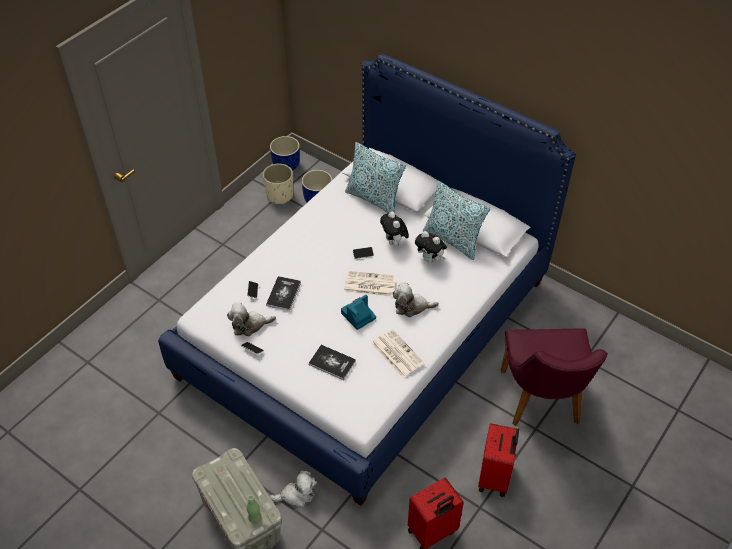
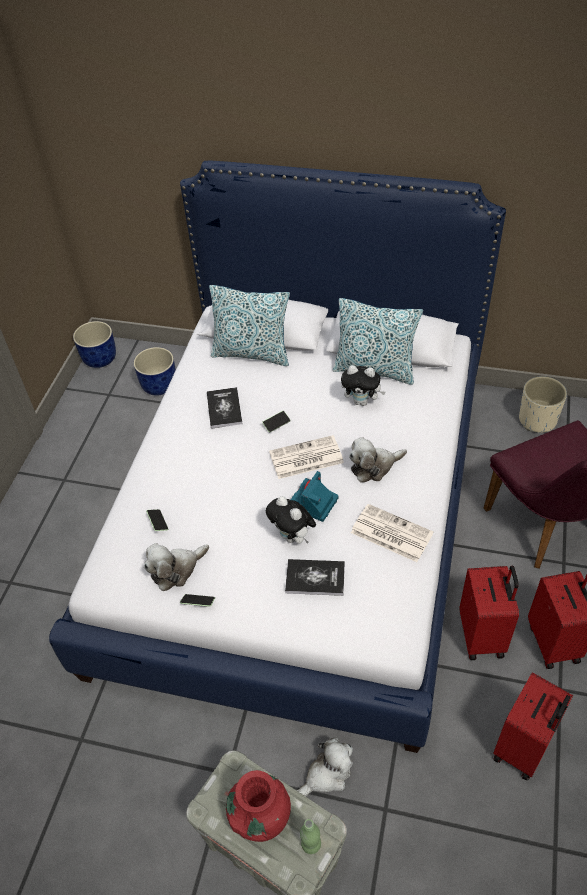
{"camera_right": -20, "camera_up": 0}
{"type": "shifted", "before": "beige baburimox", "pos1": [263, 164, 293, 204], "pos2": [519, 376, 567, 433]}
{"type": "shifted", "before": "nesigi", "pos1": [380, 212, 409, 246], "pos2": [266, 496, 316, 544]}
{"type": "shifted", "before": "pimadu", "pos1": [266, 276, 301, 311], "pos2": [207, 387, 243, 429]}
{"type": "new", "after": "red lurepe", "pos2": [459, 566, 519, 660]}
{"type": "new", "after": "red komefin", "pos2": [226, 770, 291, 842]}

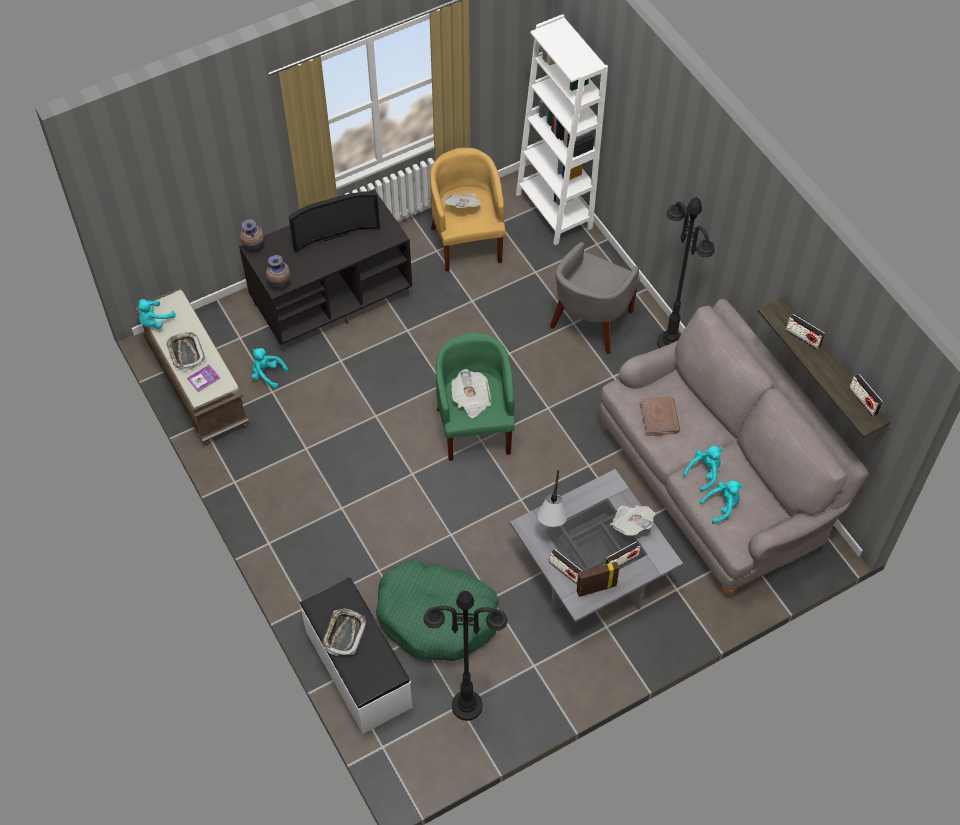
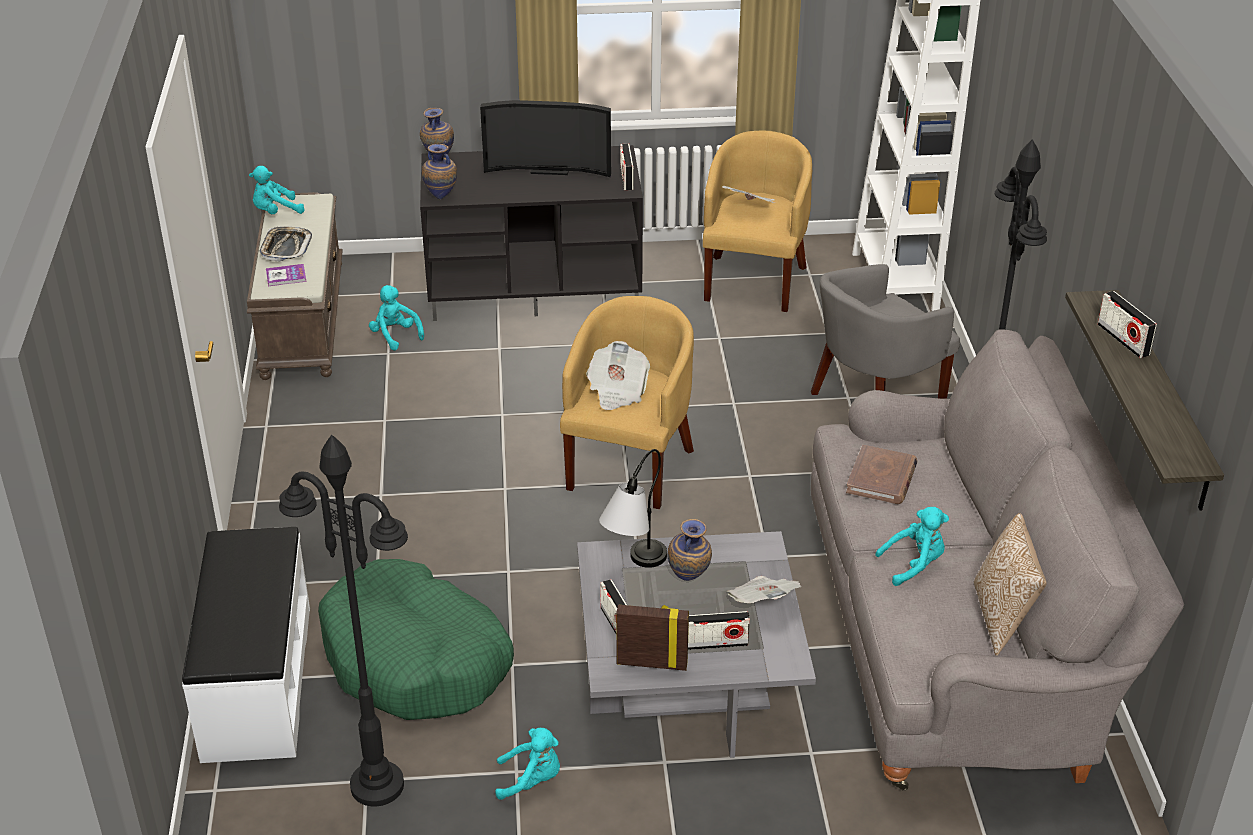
{"camera_right": 25, "camera_up": -20}
{"type": "repainted", "before": "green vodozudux", "after": "yellow vodozudux", "pos1": [436, 333, 515, 461], "pos2": [560, 296, 694, 509]}
{"type": "shifted", "before": "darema", "pos1": [849, 374, 883, 417], "pos2": [620, 143, 634, 190]}
{"type": "shifted", "before": "turquoise nesigi", "pos1": [700, 480, 743, 524], "pos2": [495, 728, 560, 800]}
{"type": "gone", "before": "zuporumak", "pos1": [323, 609, 366, 656]}
{"type": "new", "after": "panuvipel", "pos2": [974, 513, 1047, 656]}
{"type": "new", "after": "komefin", "pos2": [667, 519, 712, 581]}

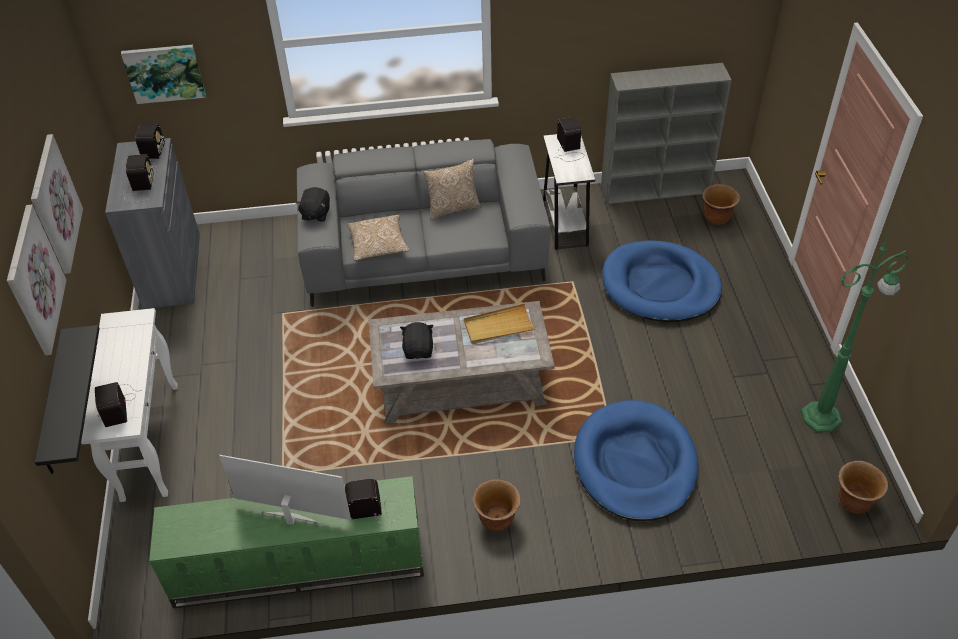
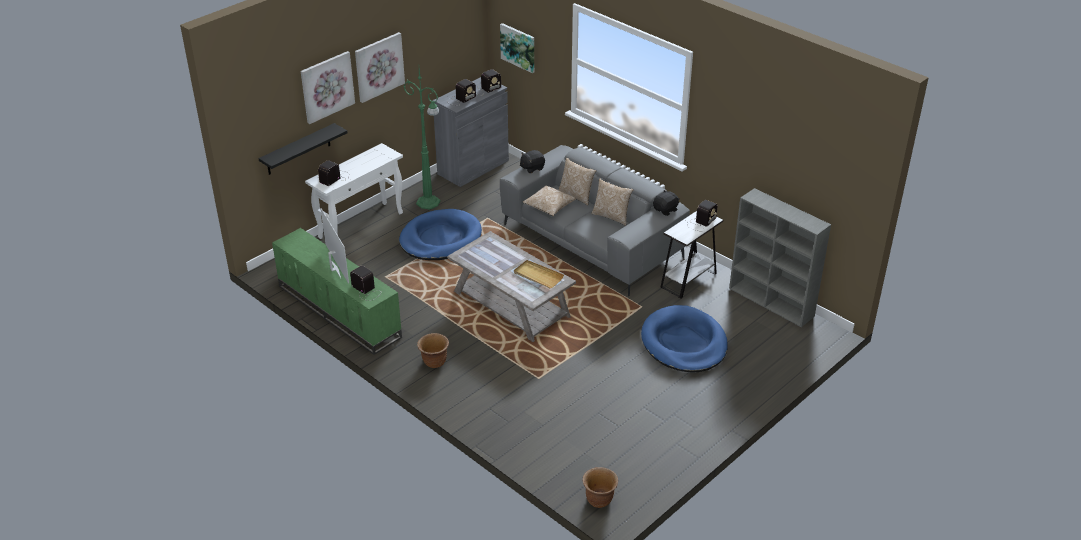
{"camera_right": 50, "camera_up": -10}
{"type": "gone", "before": "brown baburimox", "pos1": [702, 184, 740, 225]}
{"type": "shifted", "before": "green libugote", "pos1": [801, 228, 909, 432], "pos2": [404, 69, 440, 210]}
{"type": "shifted", "before": "black nesigi", "pos1": [400, 322, 434, 359], "pos2": [653, 190, 680, 216]}
{"type": "shifted", "before": "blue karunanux", "pos1": [574, 400, 698, 521], "pos2": [399, 209, 482, 260]}
{"type": "new", "after": "panuvipel", "pos2": [558, 158, 597, 206]}

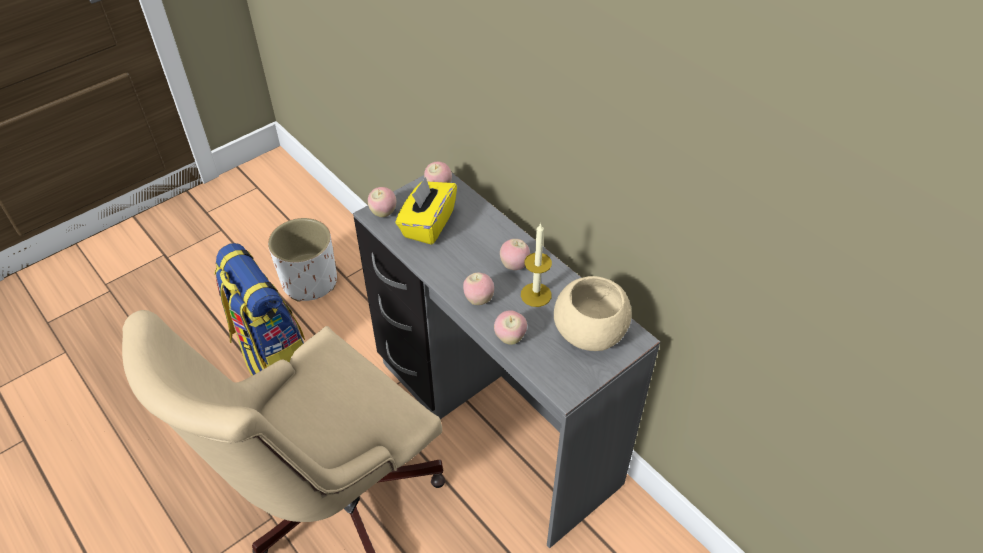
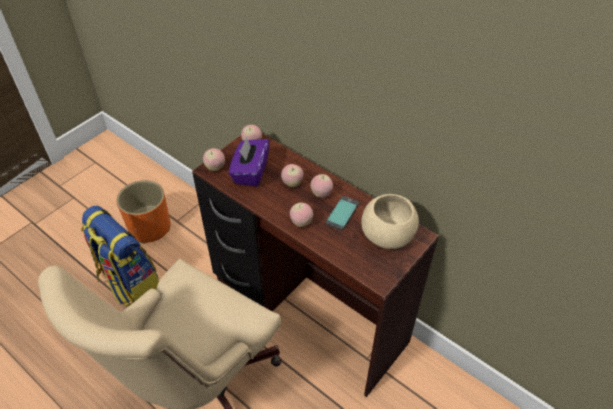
{"camera_right": -10, "camera_up": 0}
{"type": "repainted", "before": "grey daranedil", "after": "brown daranedil", "pos1": [353, 173, 660, 548], "pos2": [192, 134, 439, 397]}
{"type": "repainted", "before": "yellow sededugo", "after": "purple sededugo", "pos1": [396, 177, 457, 245], "pos2": [229, 137, 269, 187]}
{"type": "repainted", "before": "white baburimox", "after": "orange baburimox", "pos1": [268, 218, 337, 302], "pos2": [117, 180, 170, 244]}
{"type": "swapped", "before": "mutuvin", "after": "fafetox", "pos1": [521, 223, 552, 307], "pos2": [326, 196, 359, 230]}
{"type": "shifted", "before": "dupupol", "pos1": [494, 310, 527, 345], "pos2": [281, 164, 303, 187]}

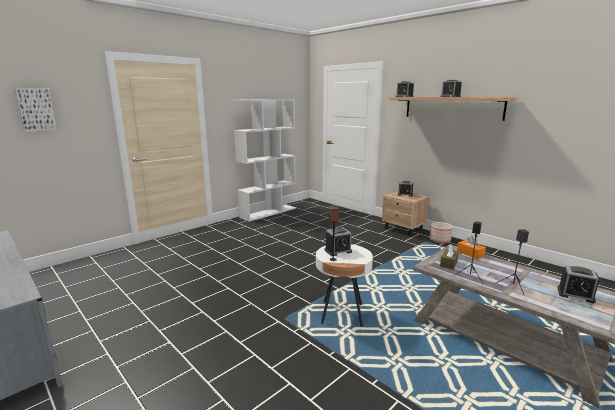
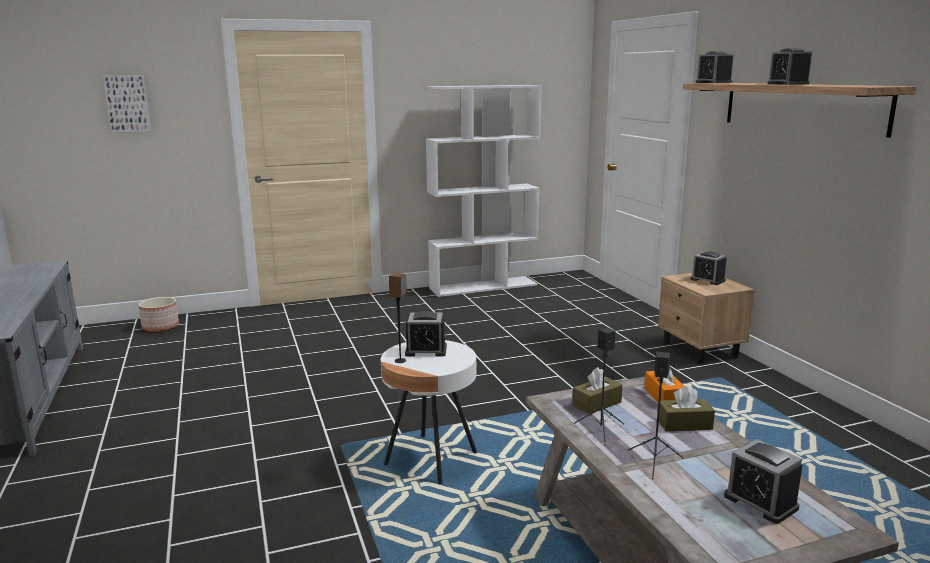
{"camera_right": 25, "camera_up": 0}
{"type": "shifted", "before": "baburimox", "pos1": [429, 222, 453, 243], "pos2": [138, 297, 179, 332]}
{"type": "new", "after": "brown sededugo", "pos2": [659, 386, 715, 432]}

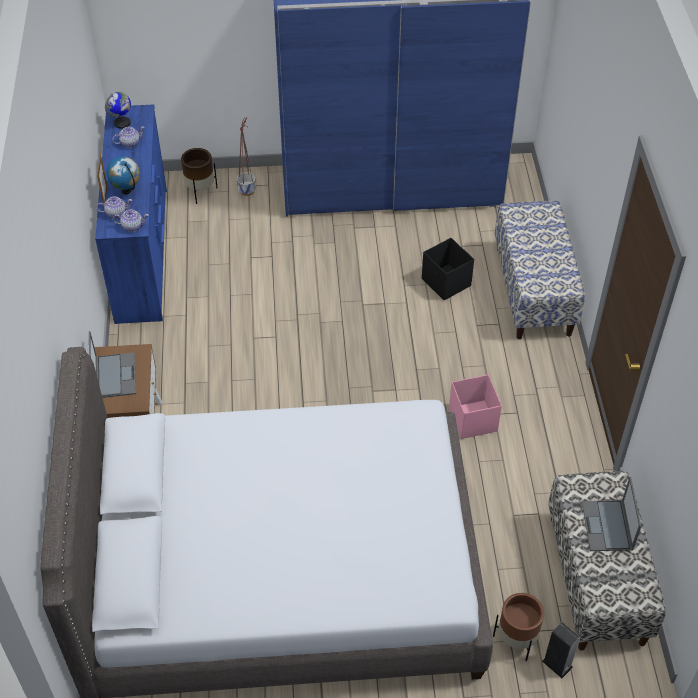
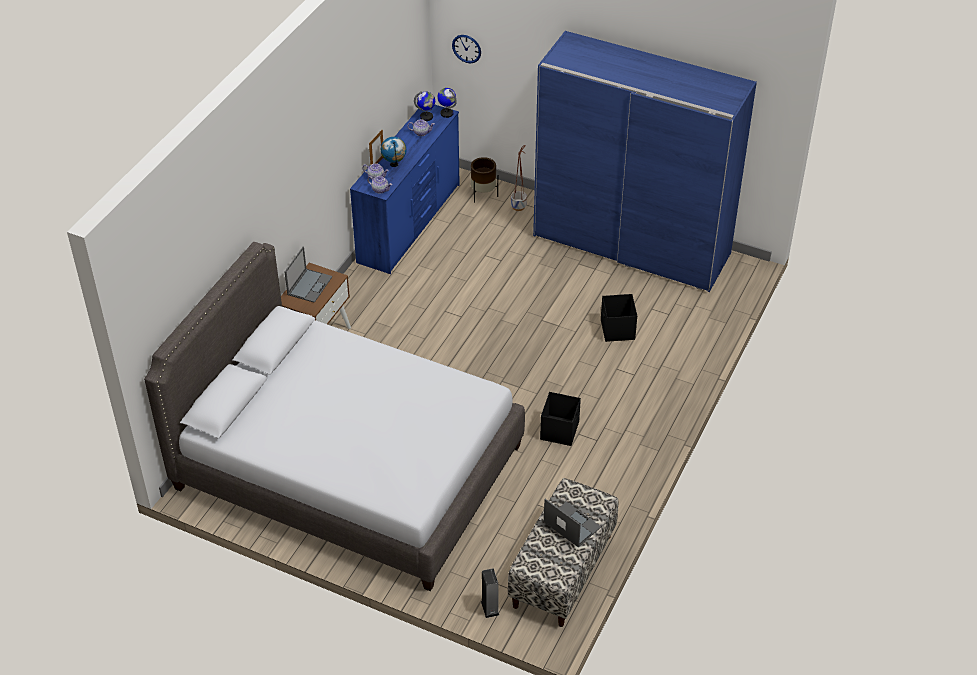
{"camera_right": 30, "camera_up": -5}
{"type": "gone", "before": "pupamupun", "pos1": [495, 201, 585, 339]}
{"type": "repainted", "before": "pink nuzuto", "after": "black nuzuto", "pos1": [449, 375, 502, 439], "pos2": [540, 392, 581, 446]}
{"type": "rotated", "before": "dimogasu", "pos1": [582, 477, 641, 551], "pos2": [544, 499, 601, 547], "turn": 105}
{"type": "gone", "before": "brown baburimox", "pos1": [493, 593, 544, 661]}
{"type": "new", "after": "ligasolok", "pos2": [452, 35, 481, 63]}
{"type": "new", "after": "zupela", "pos2": [437, 88, 457, 118]}

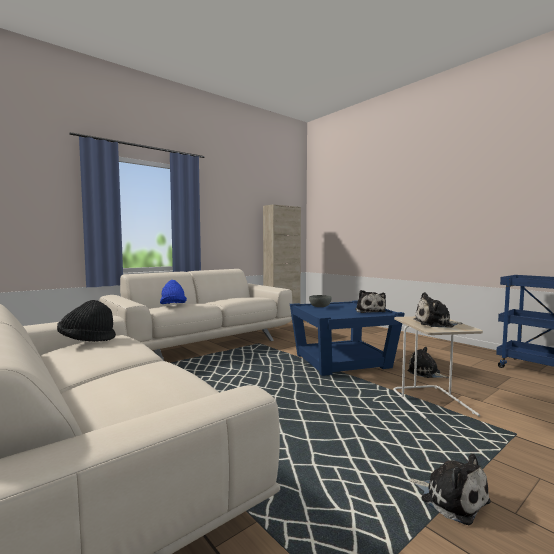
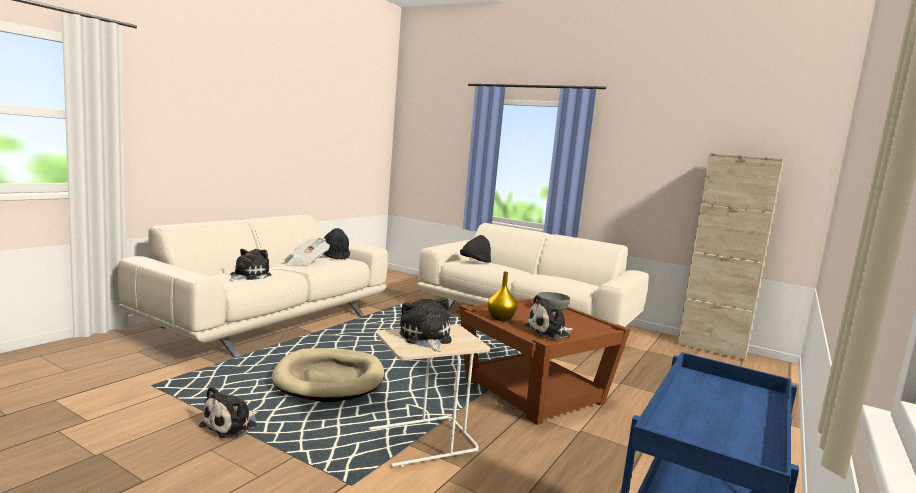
{"camera_right": 70, "camera_up": 5}
{"type": "repainted", "before": "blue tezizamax", "after": "black tezizamax", "pos1": [160, 280, 187, 304], "pos2": [460, 235, 491, 263]}
{"type": "repainted", "before": "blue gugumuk", "after": "brown gugumuk", "pos1": [290, 300, 405, 376], "pos2": [459, 298, 631, 425]}
{"type": "shifted", "before": "nesigi", "pos1": [407, 347, 449, 378], "pos2": [229, 249, 271, 281]}
{"type": "new", "after": "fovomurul", "pos2": [288, 238, 330, 265]}
{"type": "new", "after": "yellow komefin", "pos2": [488, 271, 517, 321]}
{"type": "new", "after": "beige karunanux", "pos2": [272, 348, 384, 402]}

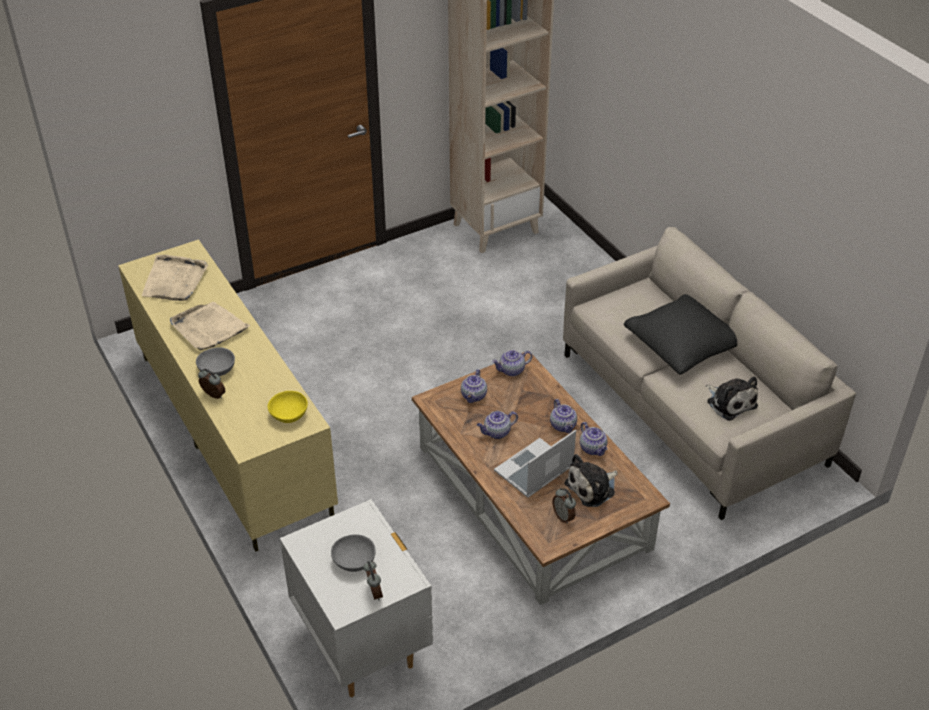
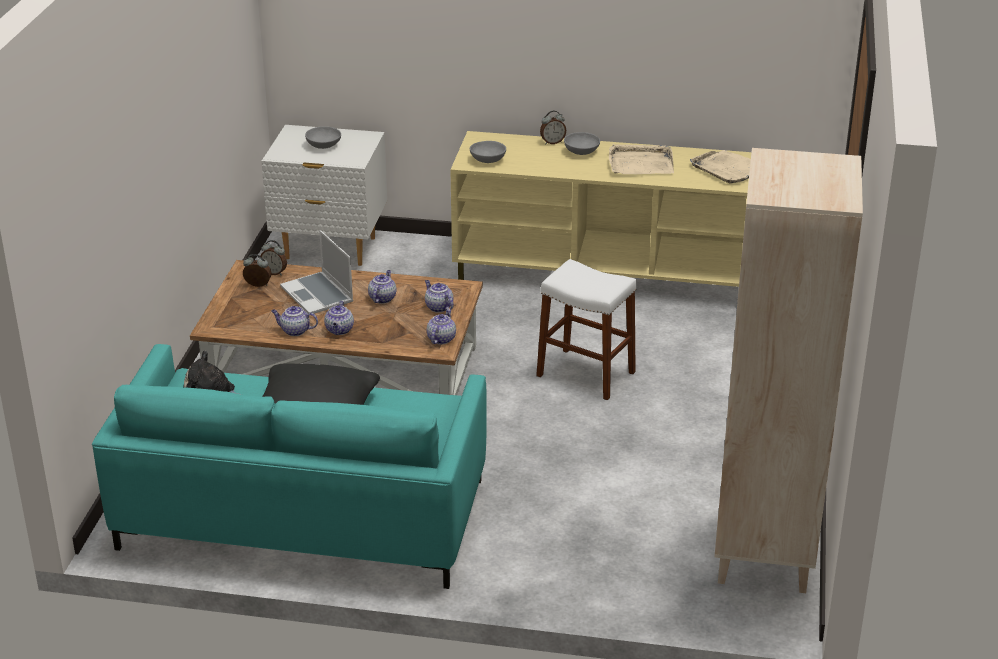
{"camera_right": 130, "camera_up": -10}
{"type": "repainted", "before": "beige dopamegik", "after": "turquoise dopamegik", "pos1": [563, 227, 856, 520], "pos2": [92, 344, 486, 589]}
{"type": "repainted", "before": "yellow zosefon", "after": "grey zosefon", "pos1": [268, 391, 308, 423], "pos2": [470, 141, 506, 163]}
{"type": "rotated", "before": "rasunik", "pos1": [550, 399, 577, 433], "pos2": [324, 301, 354, 335], "turn": -105}
{"type": "rotated", "before": "dimogasu", "pos1": [494, 430, 576, 498], "pos2": [280, 230, 353, 314], "turn": 150}
{"type": "gone", "before": "nesigi", "pos1": [564, 454, 618, 507]}
{"type": "shifted", "before": "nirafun", "pos1": [363, 561, 383, 601], "pos2": [260, 240, 287, 275]}
{"type": "new", "after": "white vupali", "pos2": [536, 259, 637, 400]}

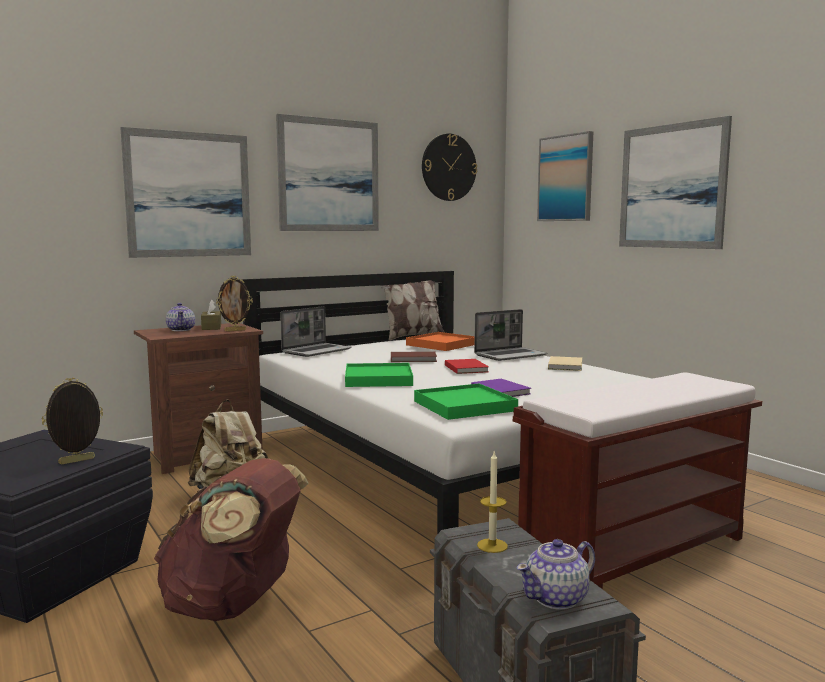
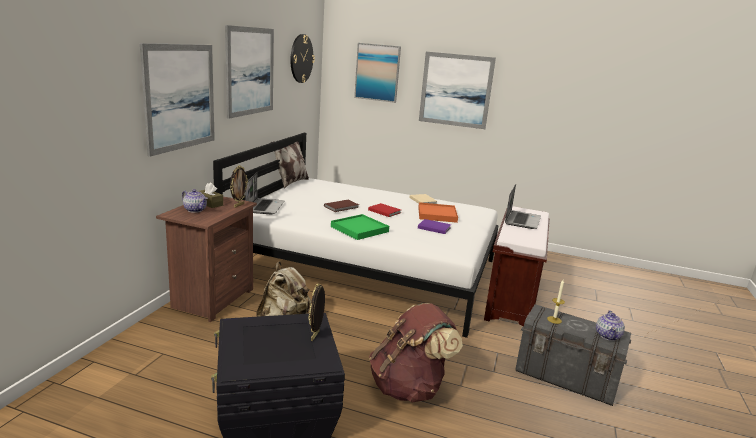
{"camera_right": -40, "camera_up": 10}
{"type": "shifted", "before": "dimogasu", "pos1": [474, 309, 547, 361], "pos2": [505, 184, 541, 229]}
{"type": "shifted", "before": "orange zuporumak", "pos1": [406, 332, 475, 351], "pos2": [418, 202, 458, 223]}
{"type": "gone", "before": "green zuporumak", "pos1": [414, 383, 518, 420]}

